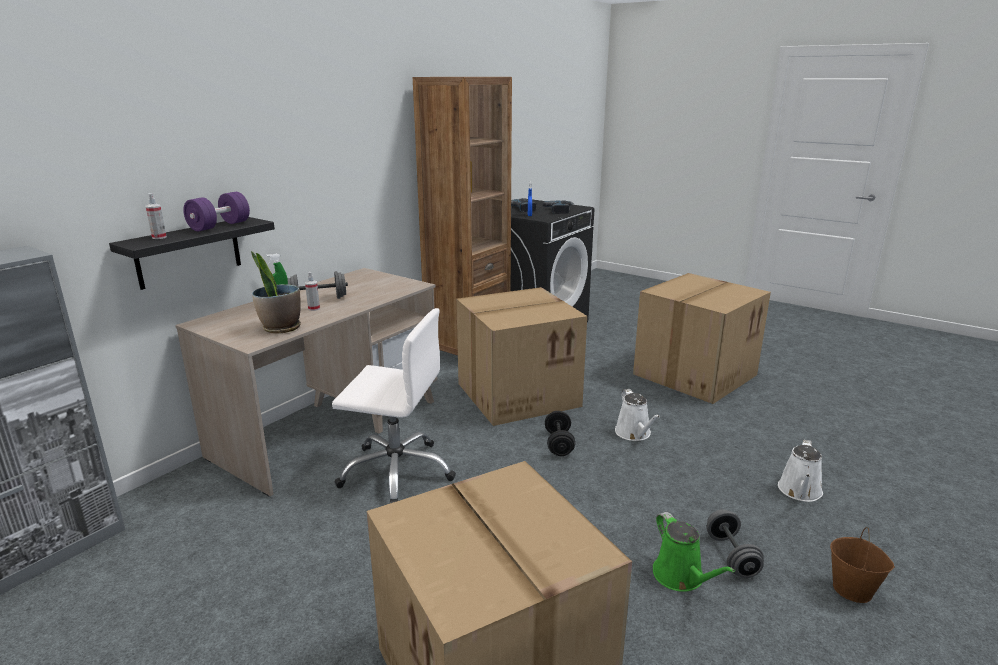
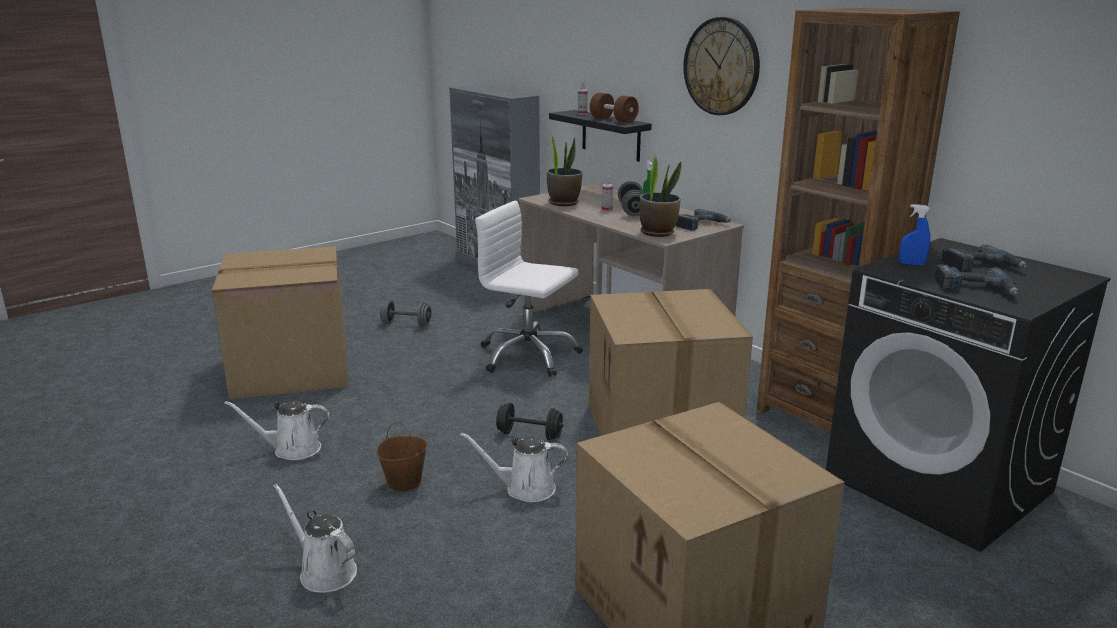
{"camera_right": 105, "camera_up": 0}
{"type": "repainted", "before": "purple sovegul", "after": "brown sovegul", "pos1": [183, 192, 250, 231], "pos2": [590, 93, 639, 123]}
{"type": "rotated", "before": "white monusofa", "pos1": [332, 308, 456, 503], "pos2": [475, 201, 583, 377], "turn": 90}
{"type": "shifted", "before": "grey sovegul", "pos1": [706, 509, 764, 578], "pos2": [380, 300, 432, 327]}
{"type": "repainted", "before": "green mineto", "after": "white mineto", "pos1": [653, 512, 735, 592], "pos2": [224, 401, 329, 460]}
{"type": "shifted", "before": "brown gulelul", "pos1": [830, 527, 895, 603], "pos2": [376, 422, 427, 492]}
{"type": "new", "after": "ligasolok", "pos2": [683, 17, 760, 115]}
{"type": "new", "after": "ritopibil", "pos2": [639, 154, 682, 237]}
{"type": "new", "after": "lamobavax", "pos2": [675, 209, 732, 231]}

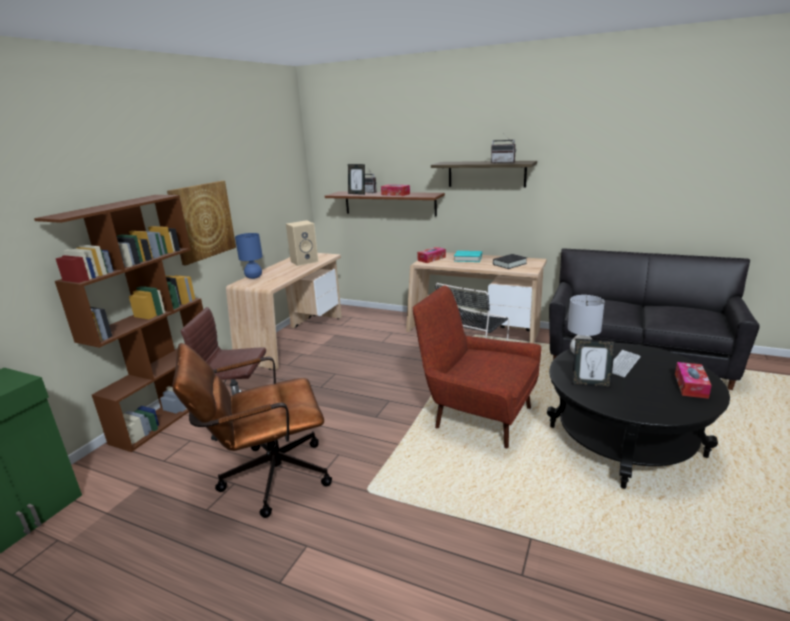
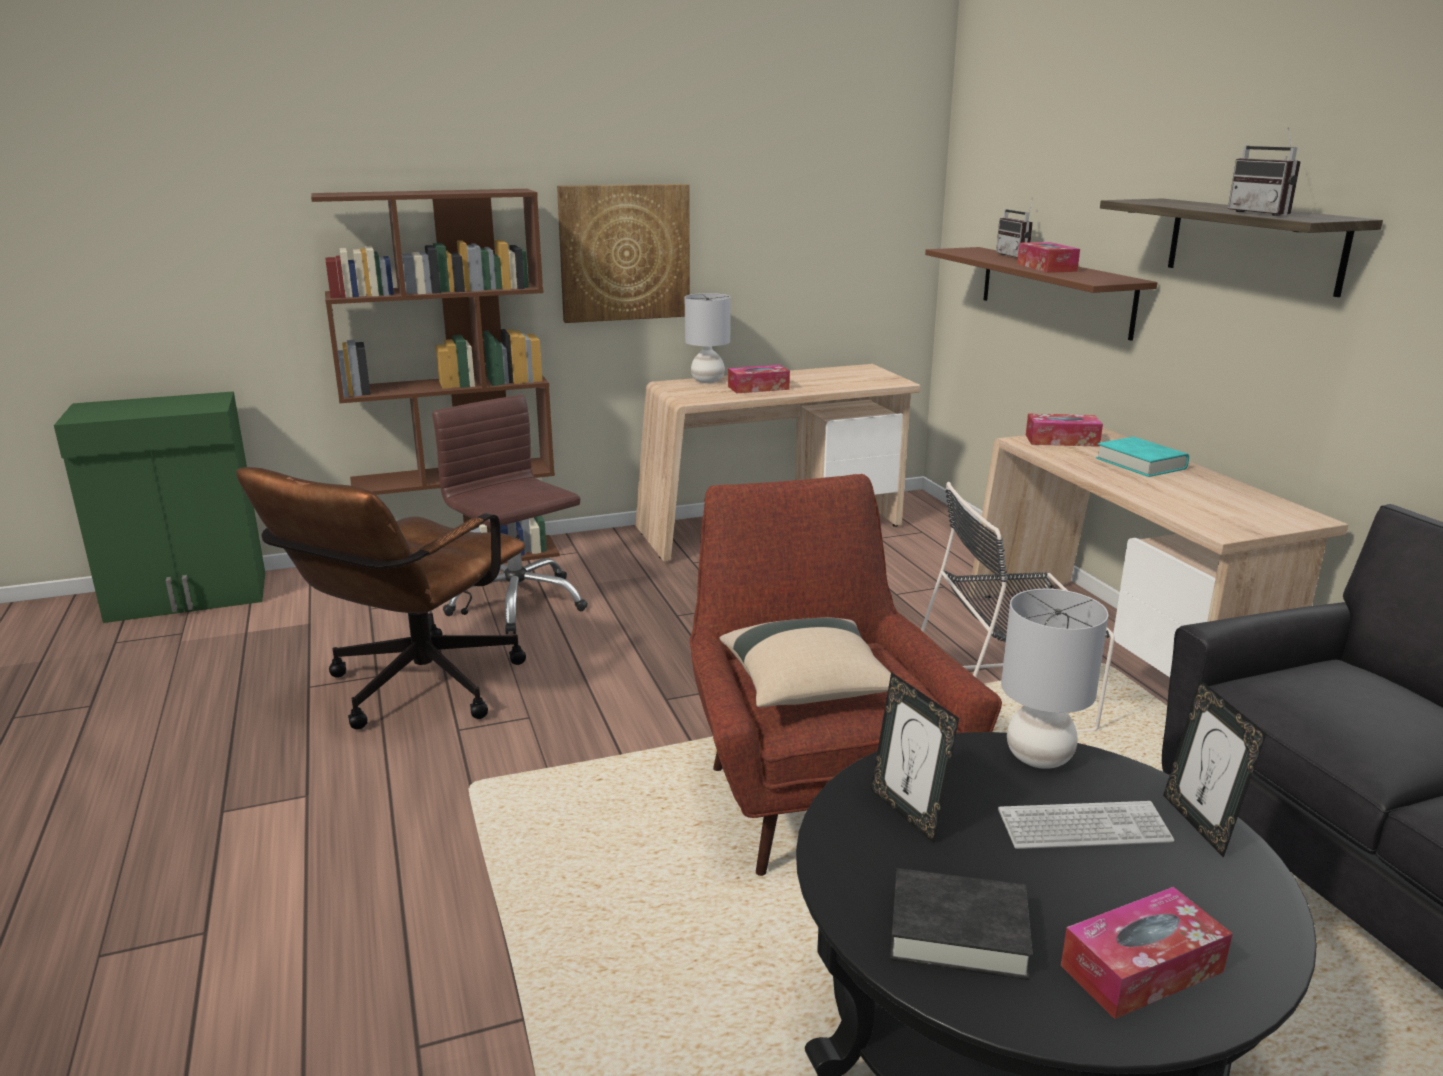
{"camera_right": 45, "camera_up": 0}
{"type": "shifted", "before": "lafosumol", "pos1": [348, 164, 365, 195], "pos2": [1163, 680, 1267, 858]}
{"type": "gone", "before": "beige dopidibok", "pos1": [286, 220, 318, 266]}
{"type": "repainted", "before": "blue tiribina", "after": "grey tiribina", "pos1": [235, 233, 263, 279], "pos2": [685, 293, 730, 383]}
{"type": "shifted", "before": "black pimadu", "pos1": [493, 254, 527, 269], "pos2": [890, 868, 1033, 980]}
{"type": "rotated", "before": "brown monusofa", "pos1": [172, 343, 332, 518], "pos2": [236, 467, 526, 730], "turn": -90}
{"type": "new", "after": "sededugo", "pos2": [728, 365, 790, 393]}
{"type": "new", "after": "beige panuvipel", "pos2": [720, 617, 891, 707]}

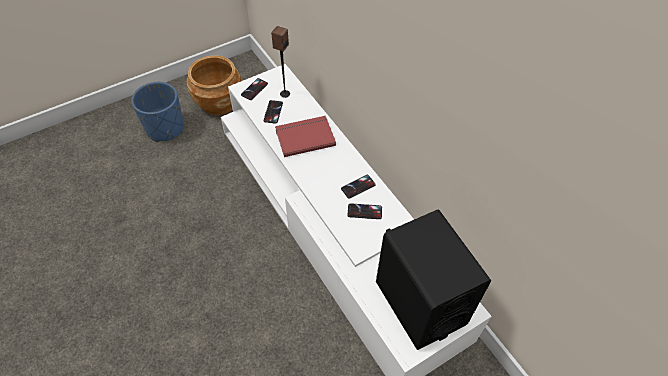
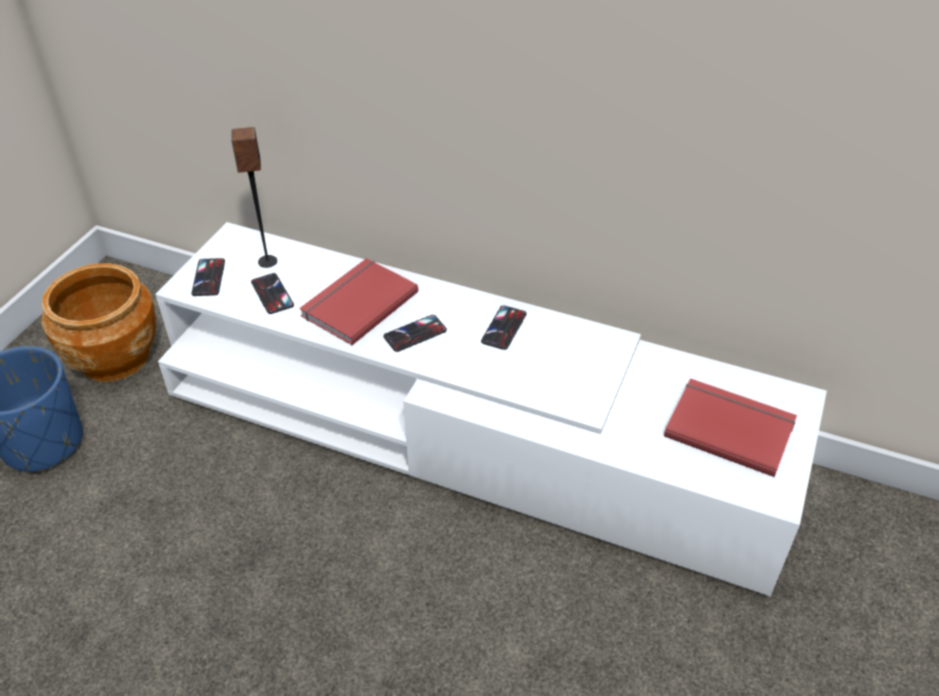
{"camera_right": -35, "camera_up": -10}
{"type": "shifted", "before": "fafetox", "pos1": [347, 203, 382, 219], "pos2": [383, 315, 447, 352]}
{"type": "swapped", "before": "black dopidibok", "after": "red pimadu", "pos1": [376, 210, 491, 350], "pos2": [664, 378, 797, 477]}

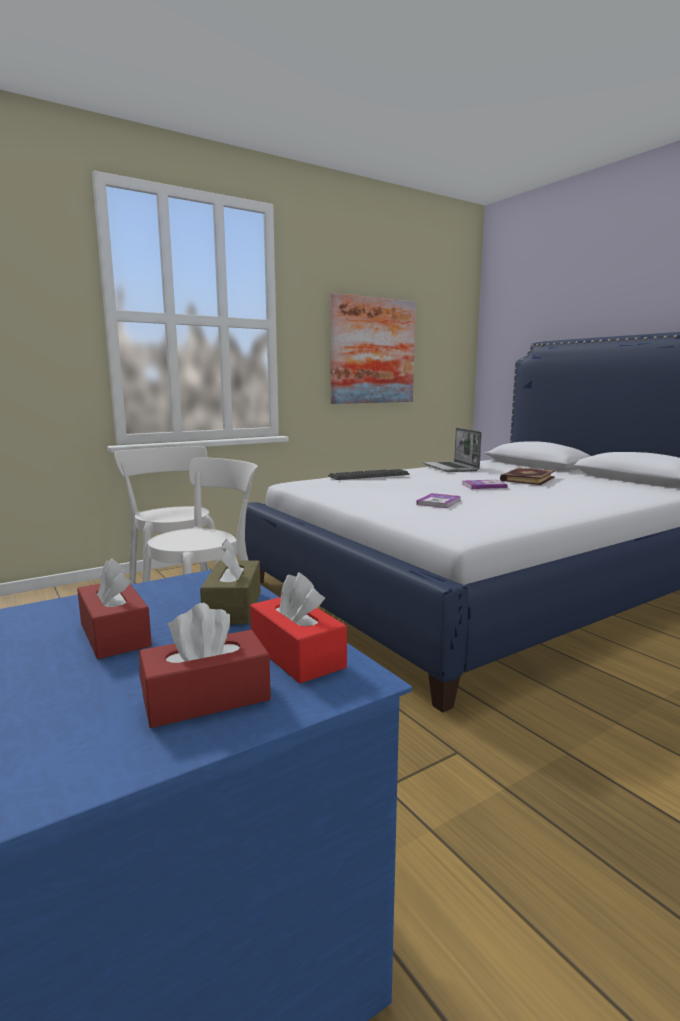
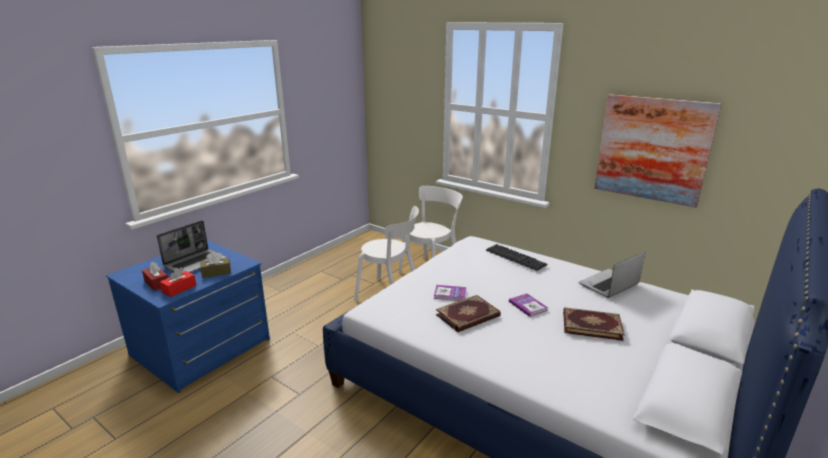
{"camera_right": 70, "camera_up": 10}
{"type": "swapped", "before": "red sededugo", "after": "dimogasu", "pos1": [77, 558, 152, 659], "pos2": [157, 220, 226, 273]}
{"type": "new", "after": "pimadu", "pos2": [436, 295, 501, 332]}

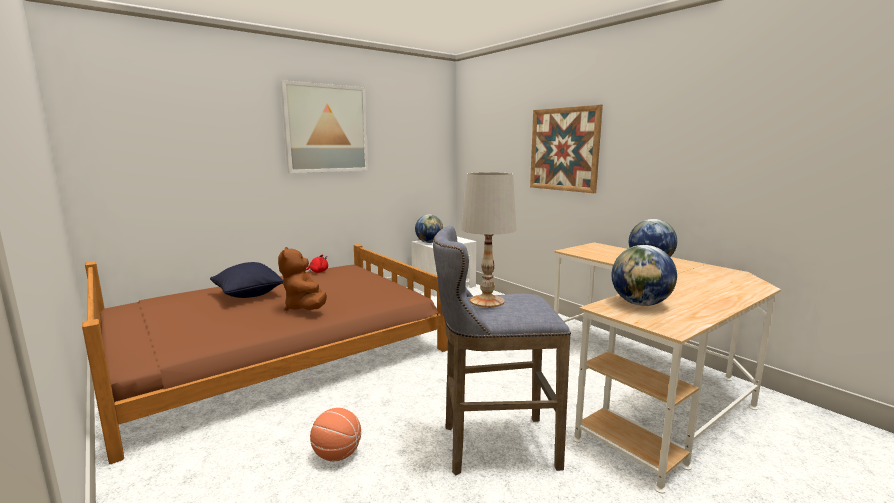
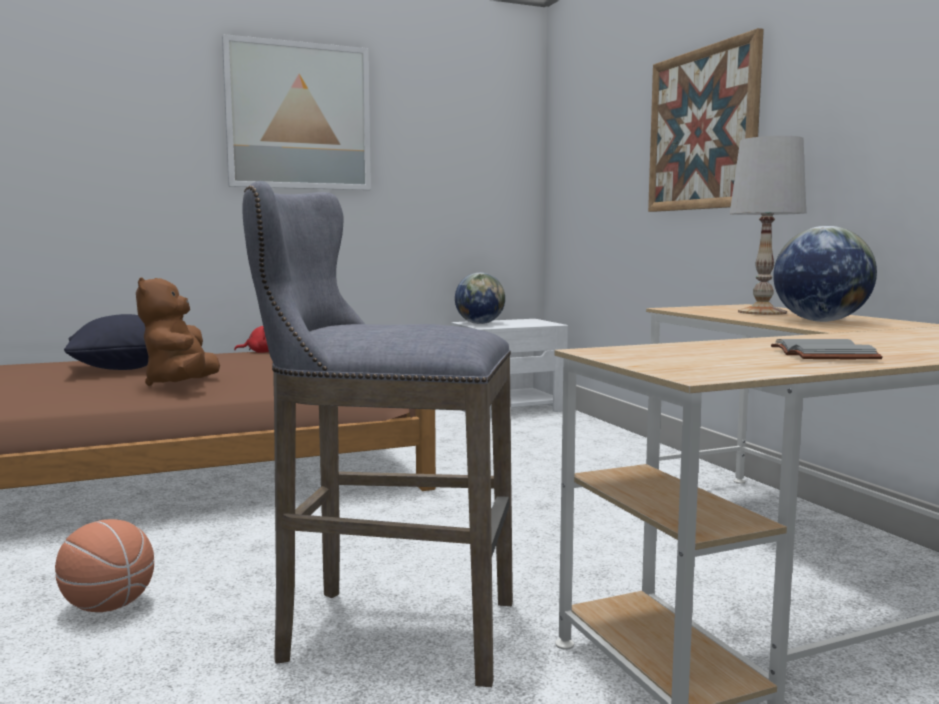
{"camera_right": 15, "camera_up": -5}
{"type": "shifted", "before": "white tiribina", "pos1": [461, 172, 516, 307], "pos2": [730, 136, 806, 315]}
{"type": "gone", "before": "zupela", "pos1": [611, 245, 677, 306]}
{"type": "new", "after": "grey pimadu", "pos2": [771, 339, 883, 359]}

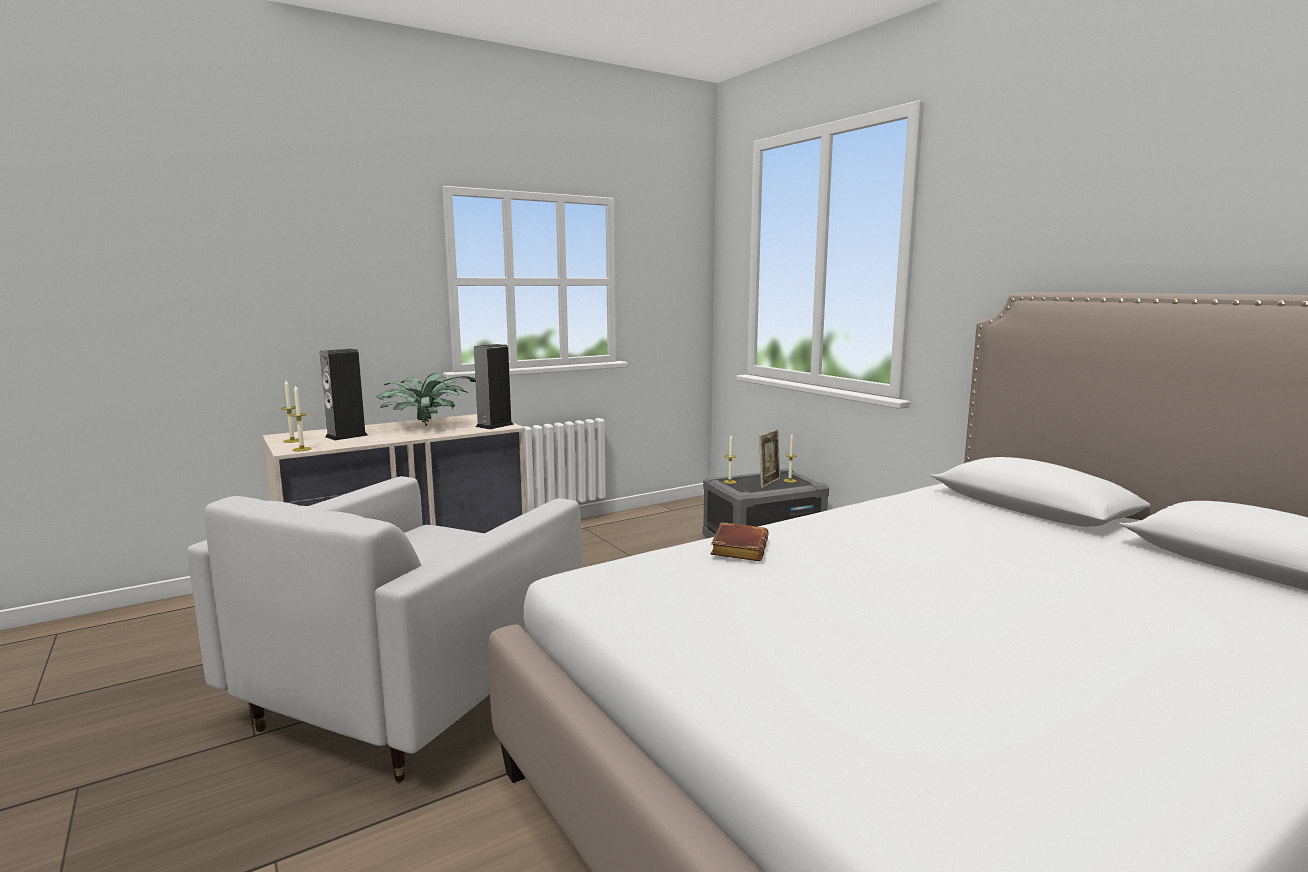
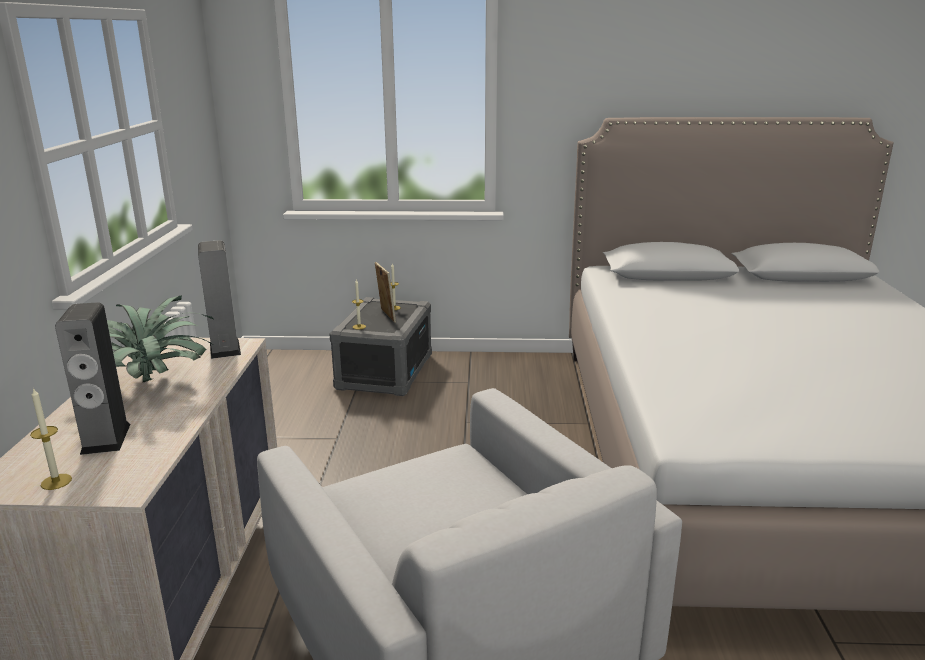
{"camera_right": -55, "camera_up": 10}
{"type": "gone", "before": "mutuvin", "pos1": [290, 385, 312, 451]}
{"type": "gone", "before": "brown pimadu", "pos1": [711, 522, 769, 561]}

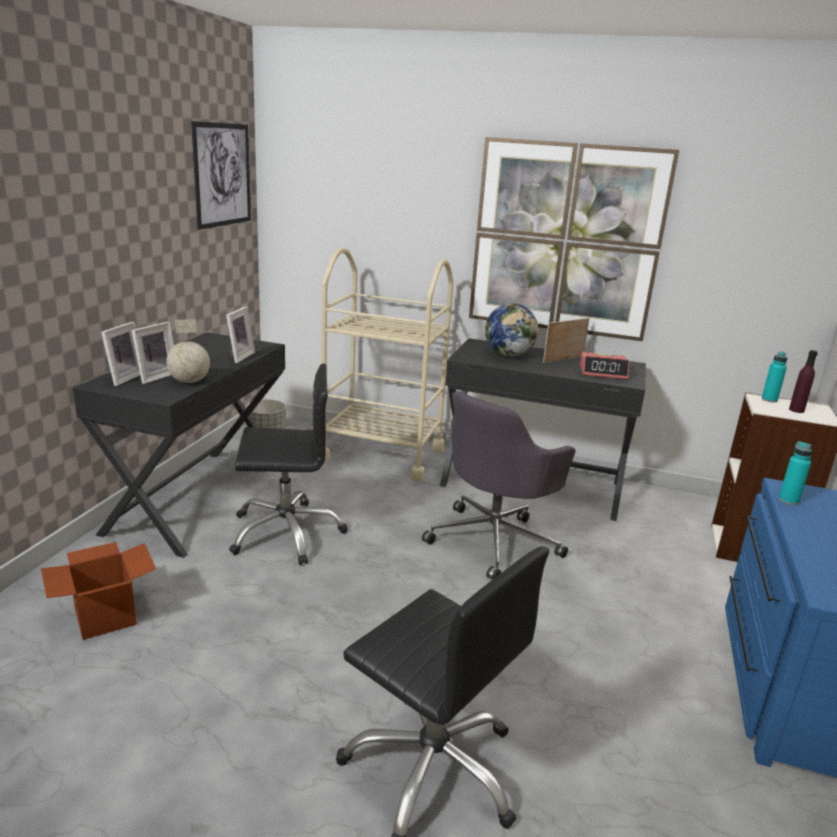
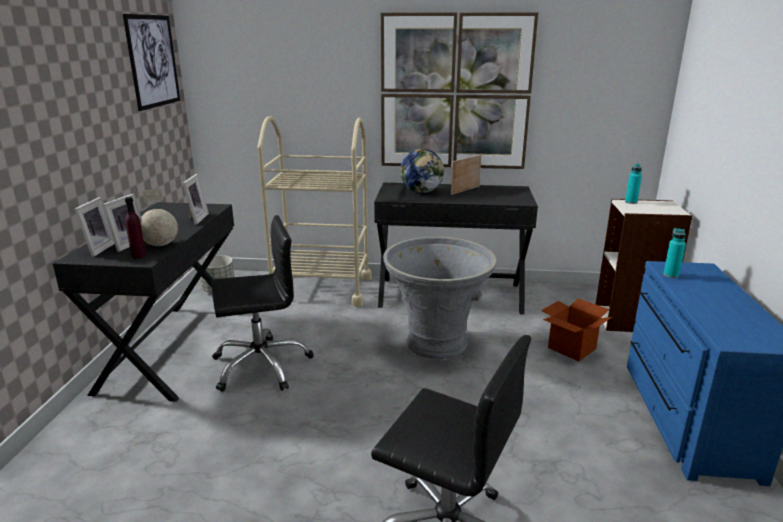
{"camera_right": -10, "camera_up": 0}
{"type": "shifted", "before": "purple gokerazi", "pos1": [789, 350, 818, 413], "pos2": [125, 197, 146, 258]}
{"type": "gone", "before": "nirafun", "pos1": [580, 352, 630, 379]}
{"type": "swapped", "before": "grey monusofa", "after": "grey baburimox", "pos1": [422, 391, 576, 580], "pos2": [383, 236, 497, 359]}
{"type": "shifted", "before": "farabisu", "pos1": [41, 542, 156, 640], "pos2": [541, 298, 612, 361]}

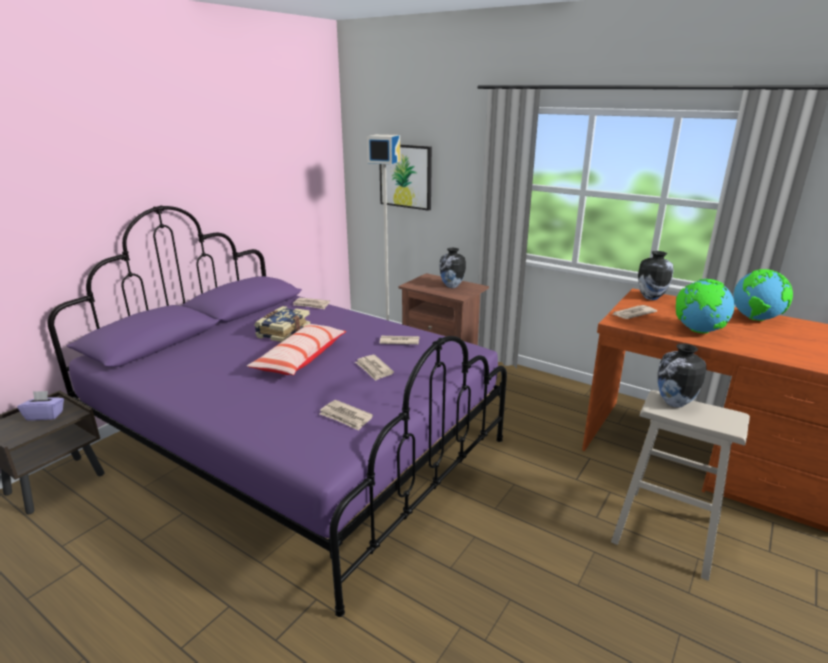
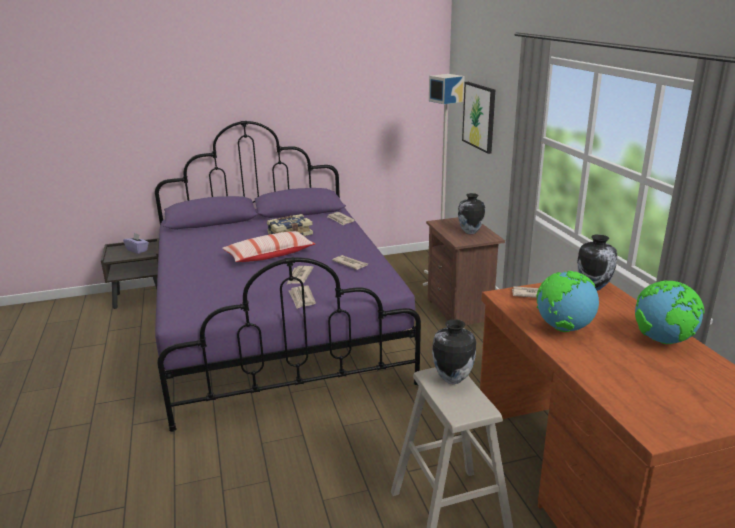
{"camera_right": 40, "camera_up": 0}
{"type": "shifted", "before": "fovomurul", "pos1": [319, 400, 373, 431], "pos2": [289, 286, 316, 309]}

